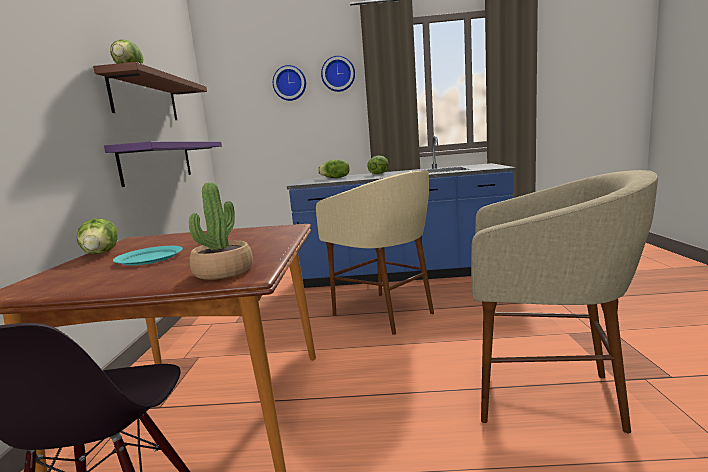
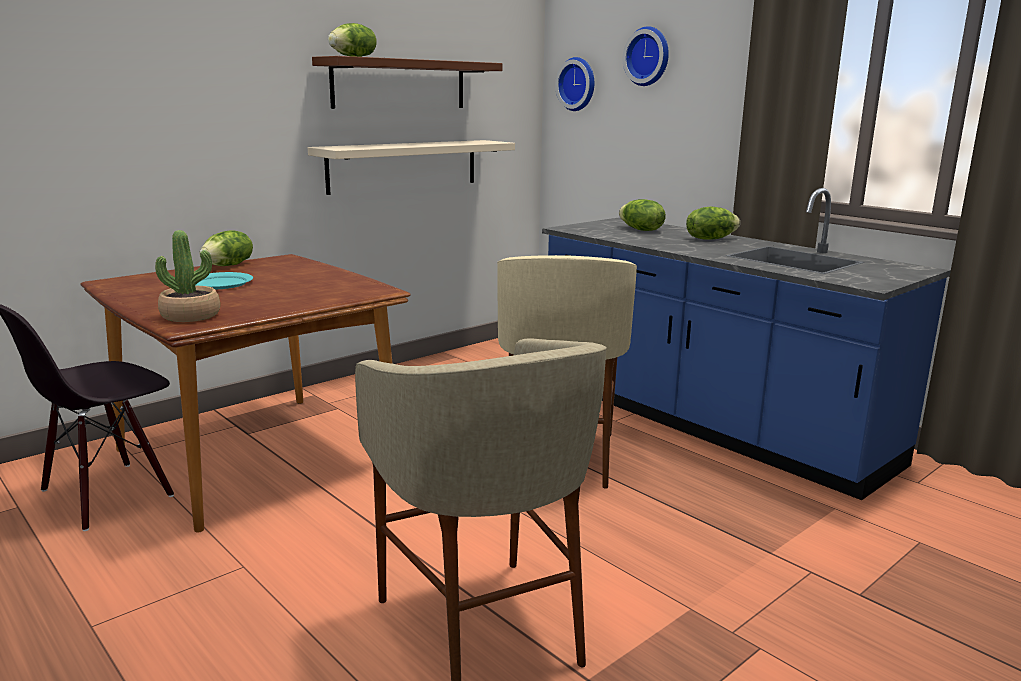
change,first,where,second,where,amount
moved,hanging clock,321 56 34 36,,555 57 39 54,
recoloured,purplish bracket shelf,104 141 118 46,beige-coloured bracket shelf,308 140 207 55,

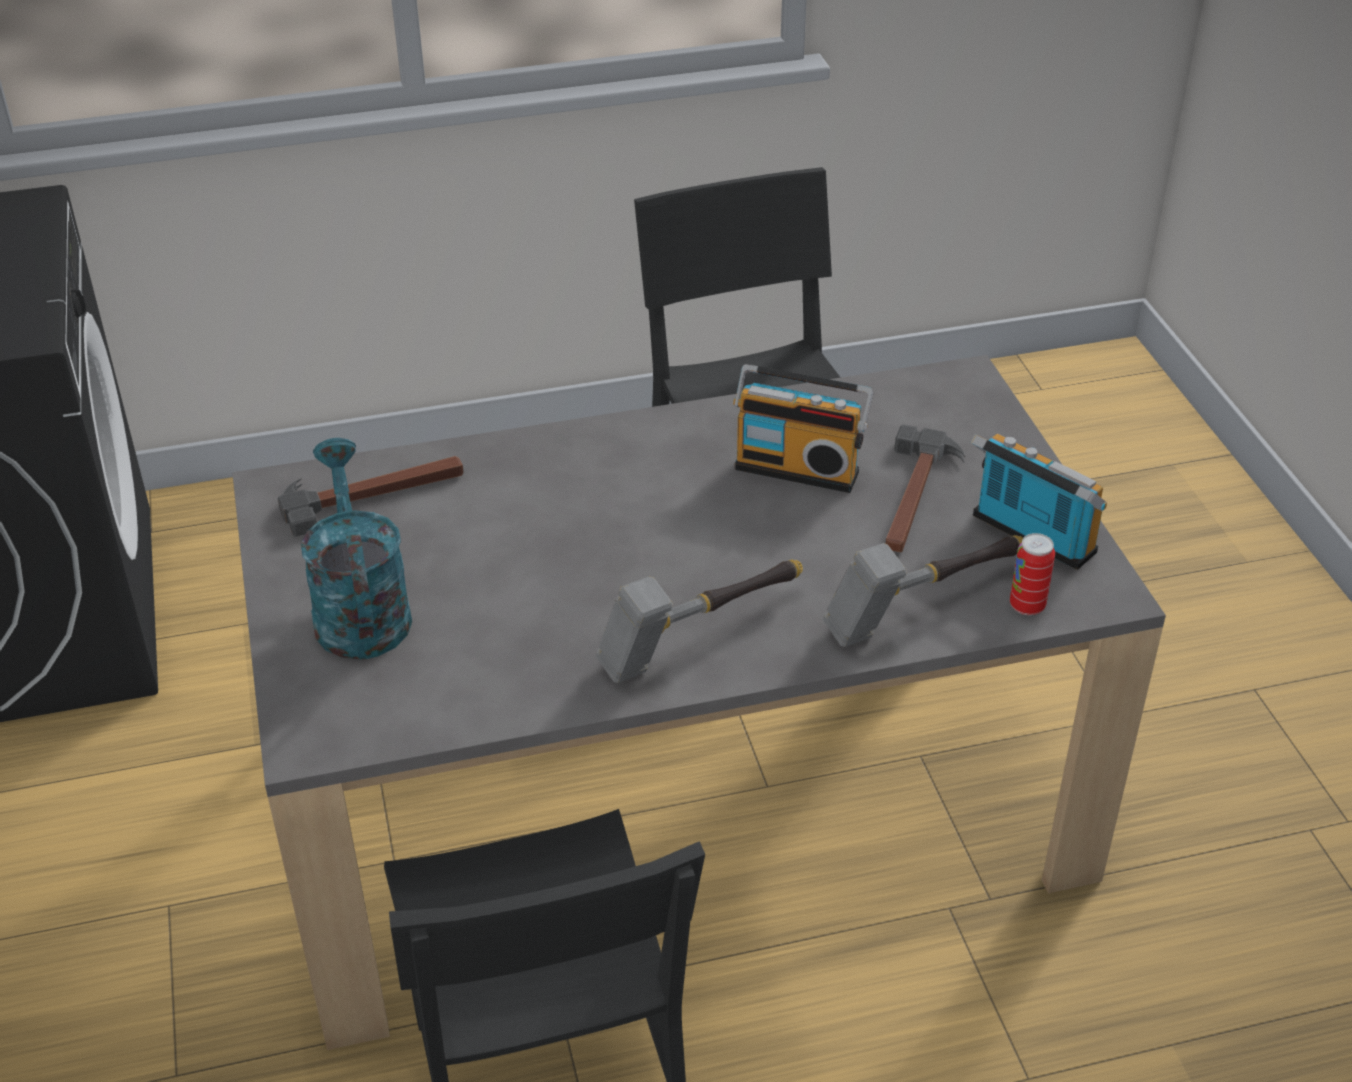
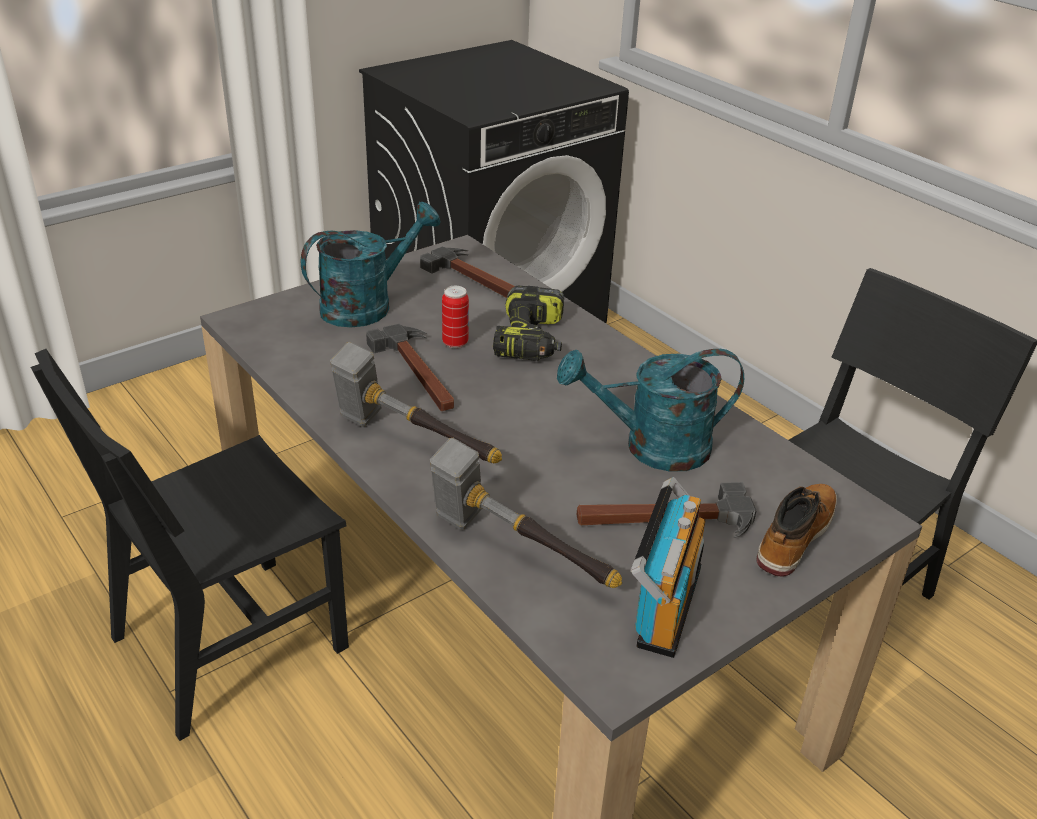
change,first,where,second,where,amount
added,,,hammer,366 324 88 87,
added,,,electric drill,493 286 71 75,
added,,,boot,756 484 81 93,
moved,metal can,1010 533 45 82,,442 286 27 62,
replaced,radio set,733 364 141 129,blue-green watering can,557 349 187 123,

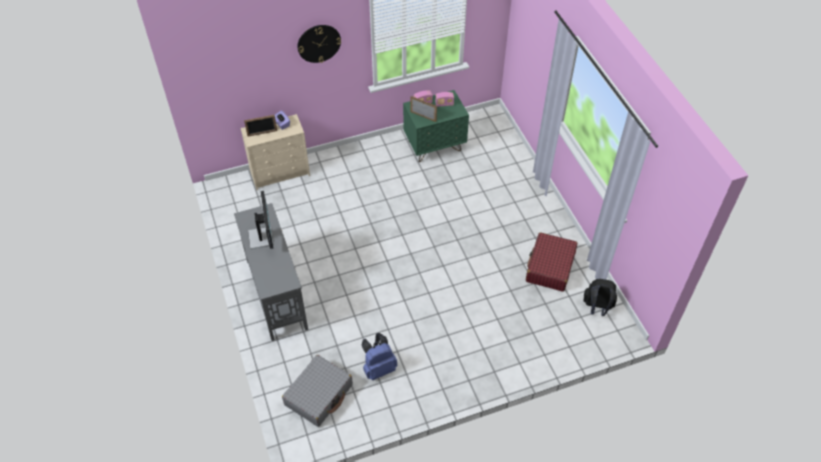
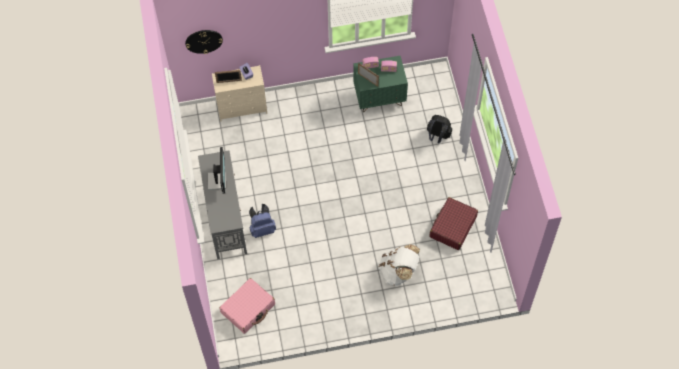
change,first,where,second,where,amount
added,,,white-coloured backpack,379 244 41 42,
moved,hanging clock,297 25 44 38,,185 30 38 24,
moved,blue-coloured backpack,362 333 36 47,,249 204 27 34,
moved,black-coloured backpack,583 279 34 37,,427 115 25 28,
recoloured,gray suitcase,282 355 71 72,pink suitcase,219 278 56 56,

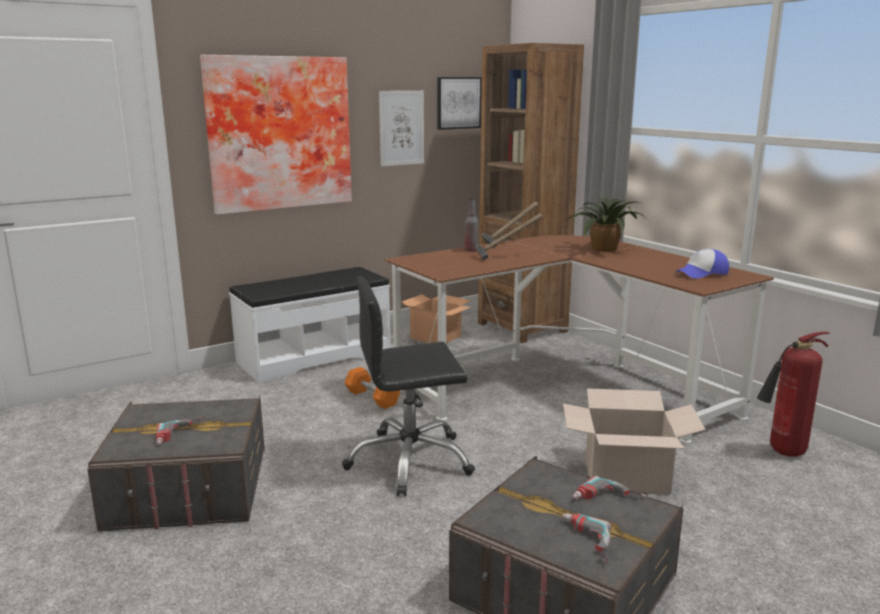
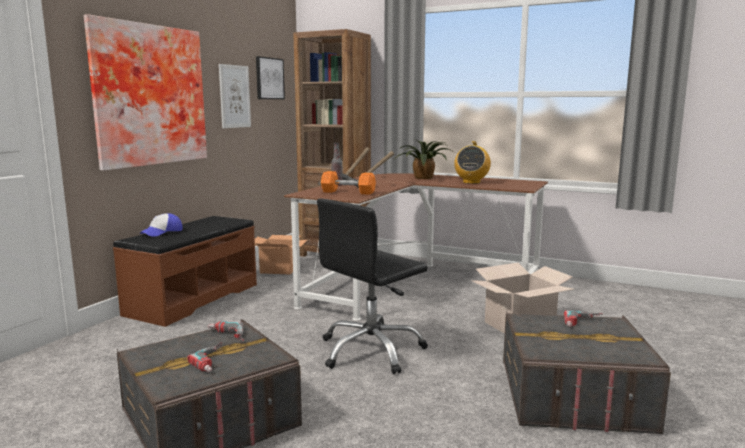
change,first,where,second,where,amount
removed,fire extinguisher,757 332 73 125,,,
added,,,radio set,454 141 37 43,
moved,orangey hand weight,344 367 56 42,,321 171 55 24,
moved,electric drill,562 513 49 51,,208 321 36 21,
moved,cap,675 249 54 30,,140 213 43 24,
recoloured,white-coloured indoor bench,229 267 162 116,brownish indoor bench,113 216 144 111,

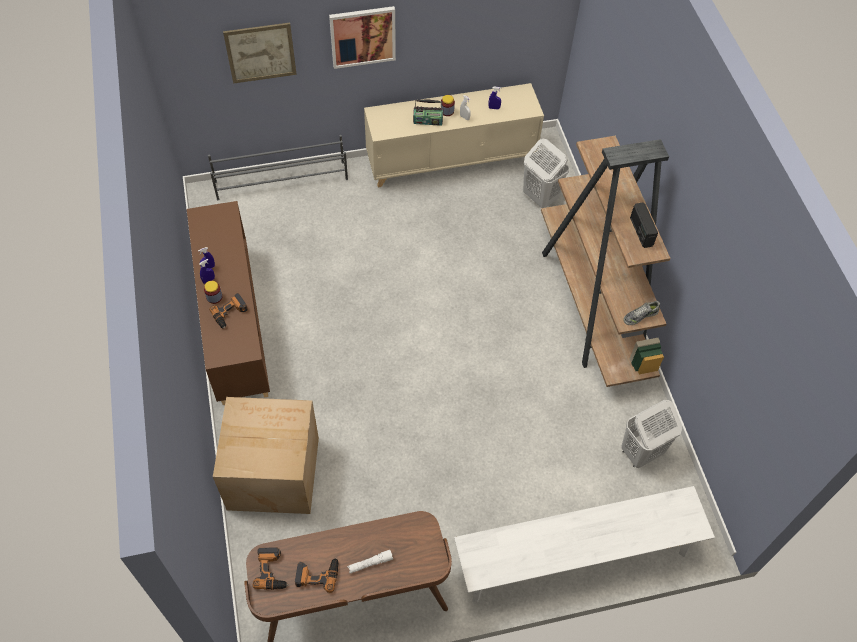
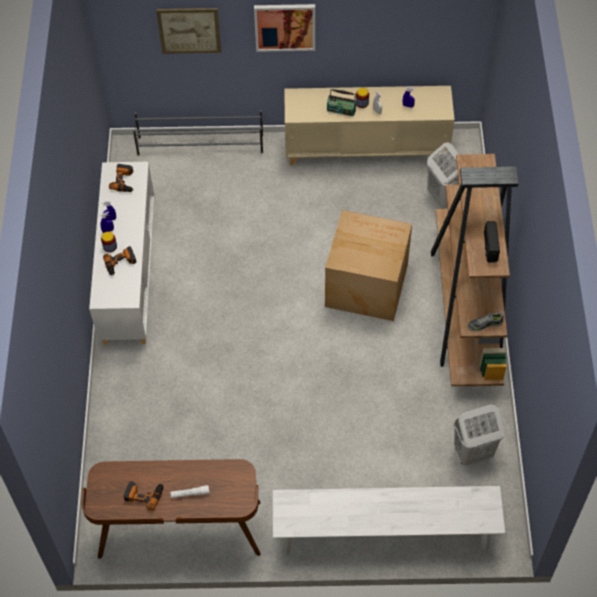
change,first,where,second,where,amount
moved,cardboard box,213 397 106 117,,325 210 87 111,
moved,electric drill,253 547 36 43,,109 164 24 28,
recoloured,brownish cabinet,187 201 83 204,white-coloured cabinet,89 162 66 183,

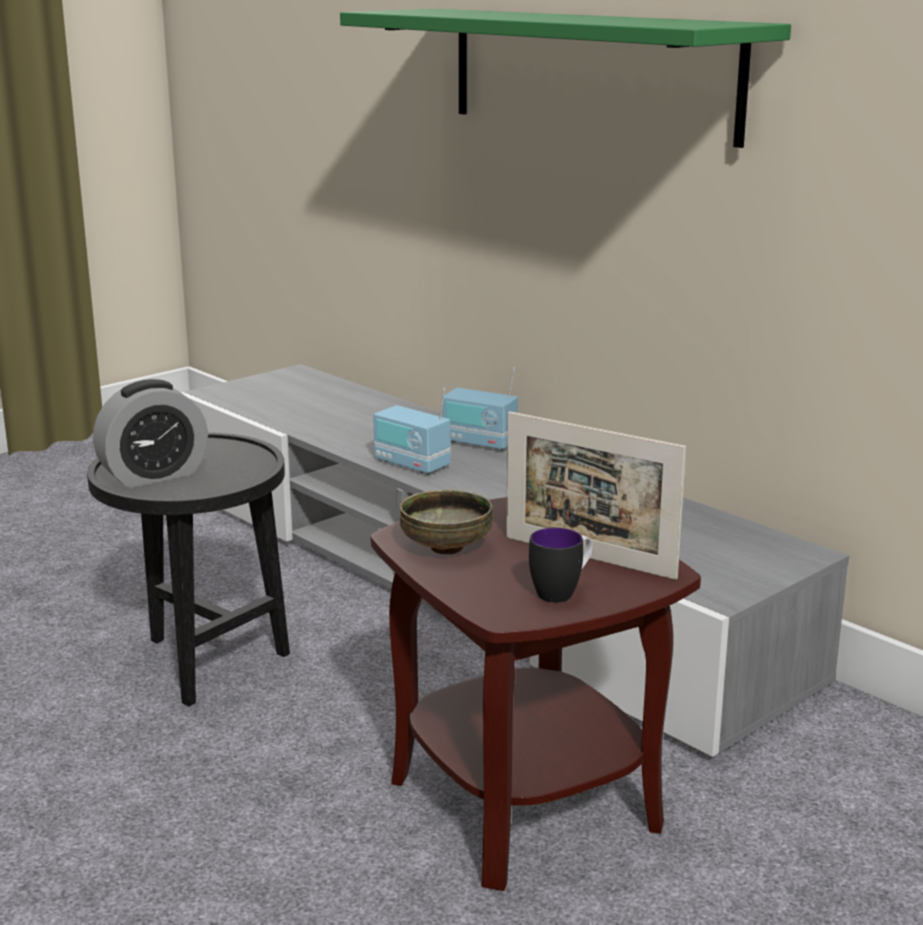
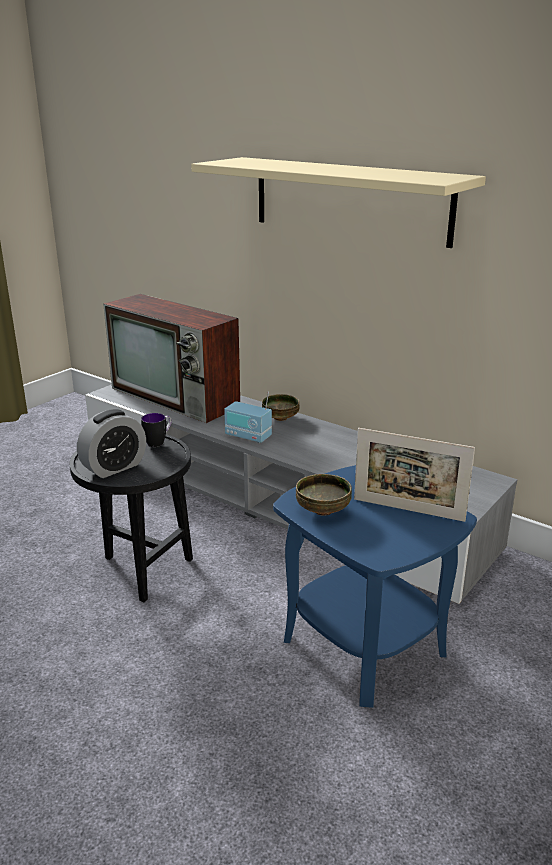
change,first,where,second,where,amount
added,,,television,103 294 137 129,
moved,mug,529 528 64 75,,141 413 31 34,
replaced,radio set,442 367 76 84,deep dish,262 394 37 27,
recoloured,greenish bracket shelf,340 9 451 139,beige-coloured bracket shelf,191 157 295 91,
recoloured,brownish accent table,371 497 330 394,blue-coloured accent table,273 465 204 243,

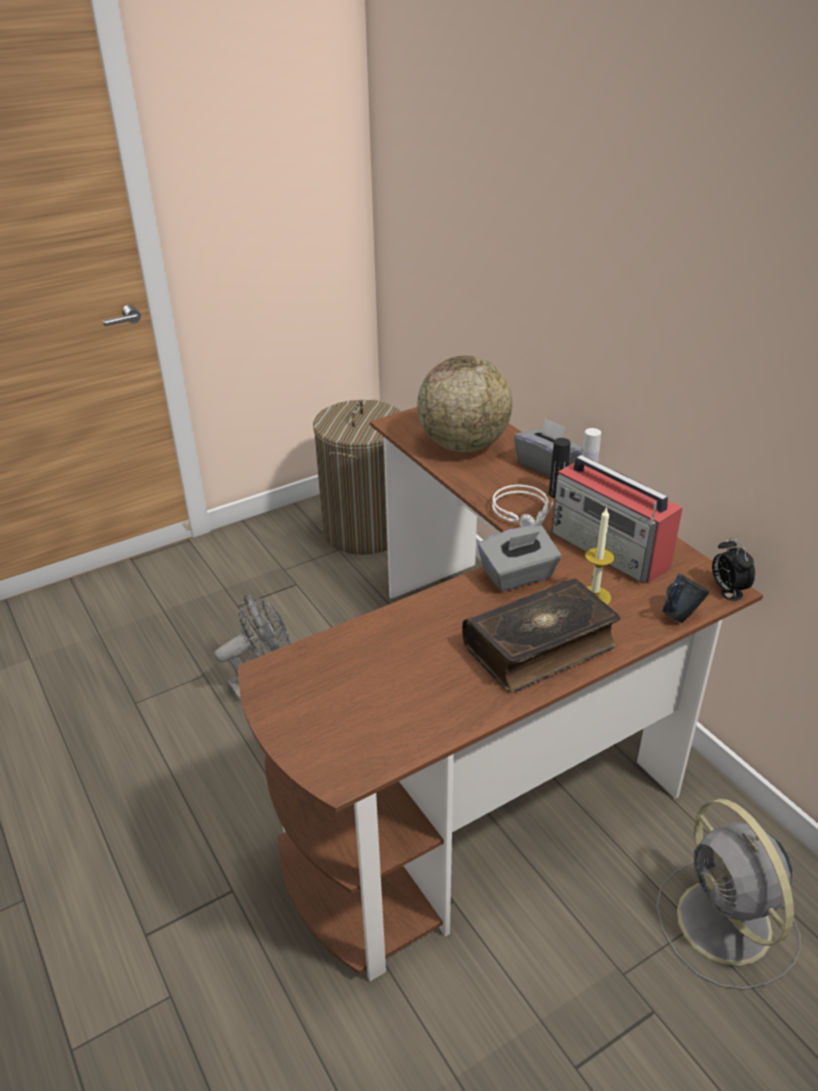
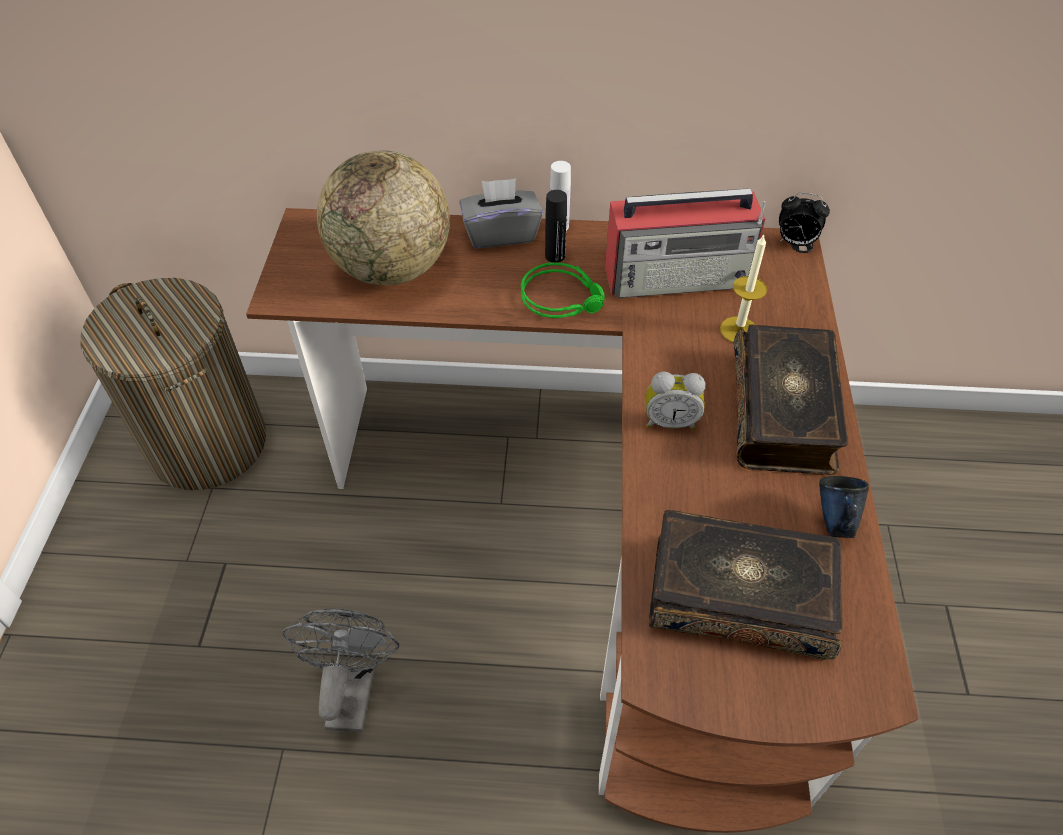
change,first,where,second,where,amount
removed,gray box of tissues,478 525 83 66,,,
removed,gray fan,656 799 145 191,,,
added,,,bedside clock,646 372 59 58,
added,,,book,649 510 193 150,
moved,blue-coloured mug,662 574 48 49,,819 476 50 62,
recoloured,gray pair of headphones,492 485 61 42,greenish pair of headphones,521 262 84 56,

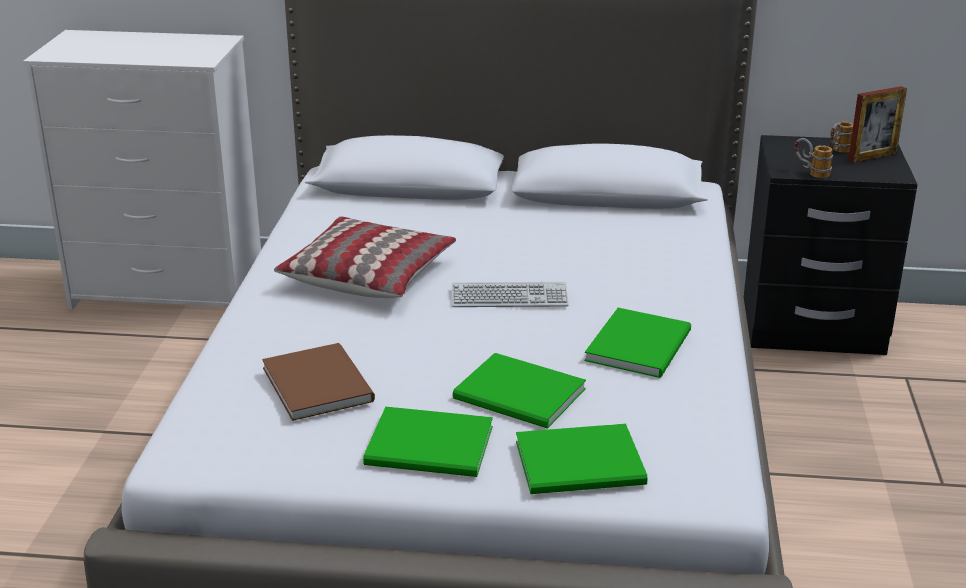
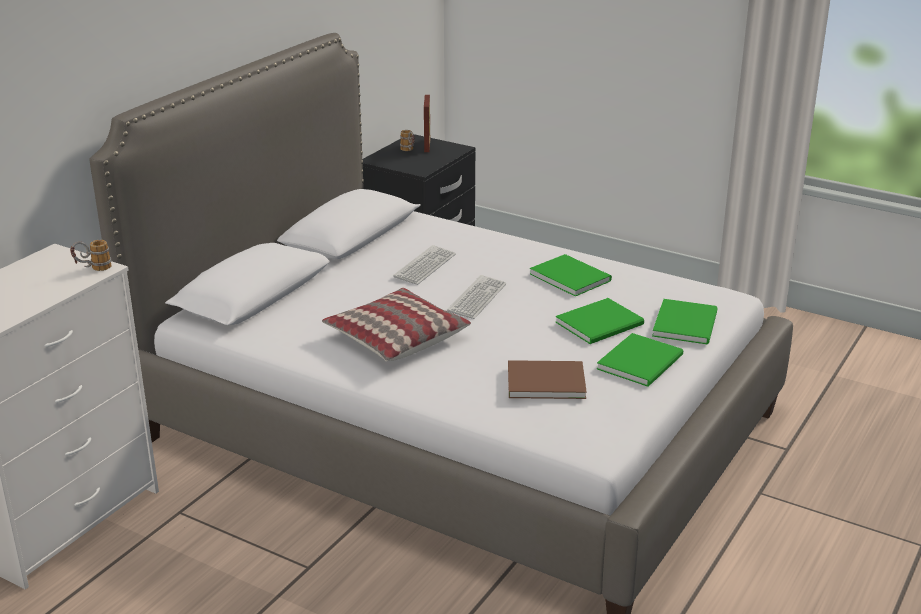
change,first,where,second,where,amount
added,,,keyboard,393 245 63 40,
moved,mug,794 138 39 40,,70 240 42 31,

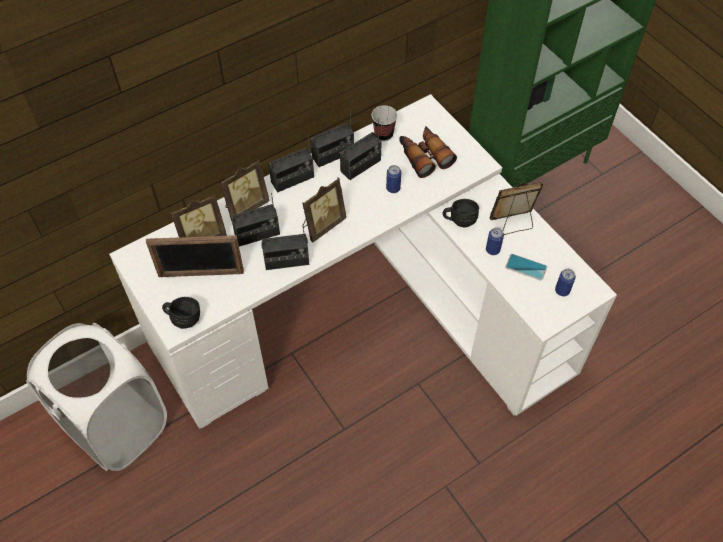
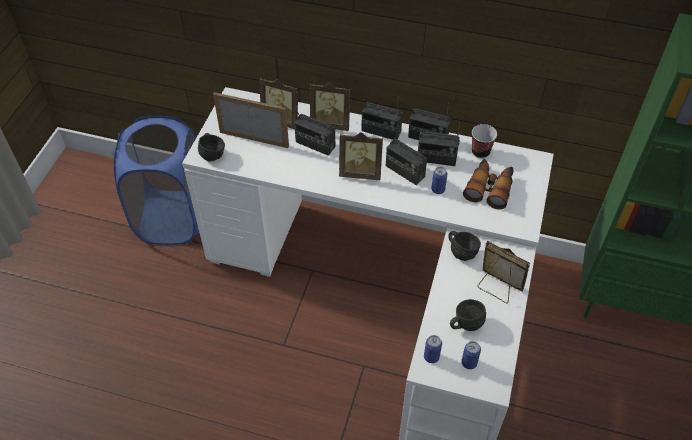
change,first,where,second,where,amount
moved,radio set,261 227 48 43,,386 138 41 47,
moved,metal can,486 227 18 28,,424 335 18 28,
replaced,phone,505 254 42 26,black-coloured mug,450 299 36 32,
recoloured,white-coloured laundry basket,26 323 141 148,blue-coloured laundry basket,113 116 87 129,
turned,standing frame,146 235 98 42,,213 92 76 56,150 degrees clockwise

